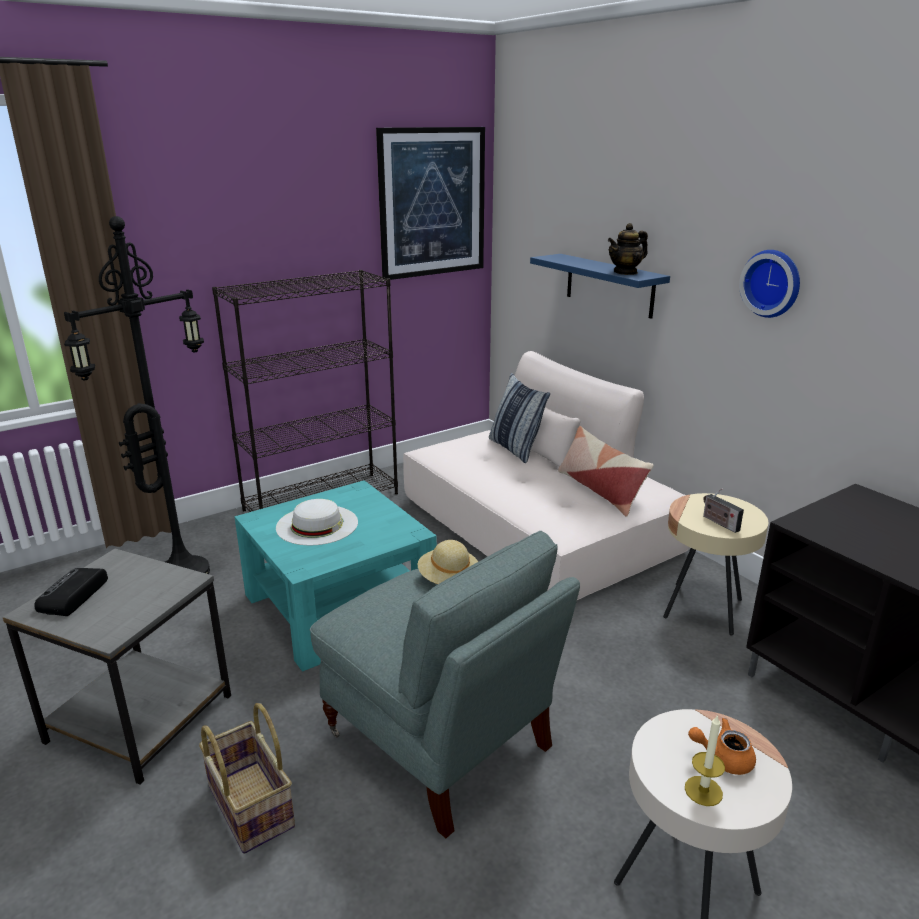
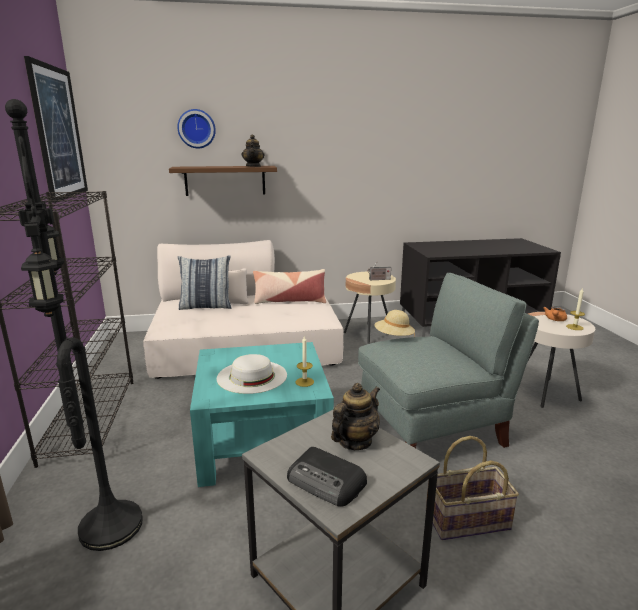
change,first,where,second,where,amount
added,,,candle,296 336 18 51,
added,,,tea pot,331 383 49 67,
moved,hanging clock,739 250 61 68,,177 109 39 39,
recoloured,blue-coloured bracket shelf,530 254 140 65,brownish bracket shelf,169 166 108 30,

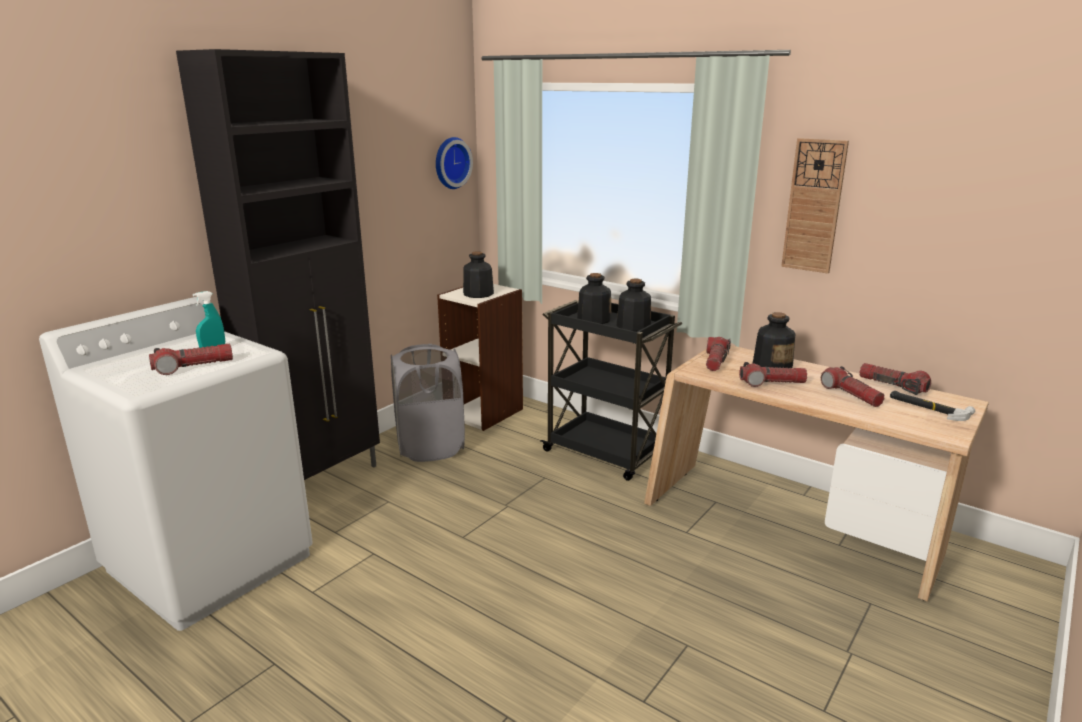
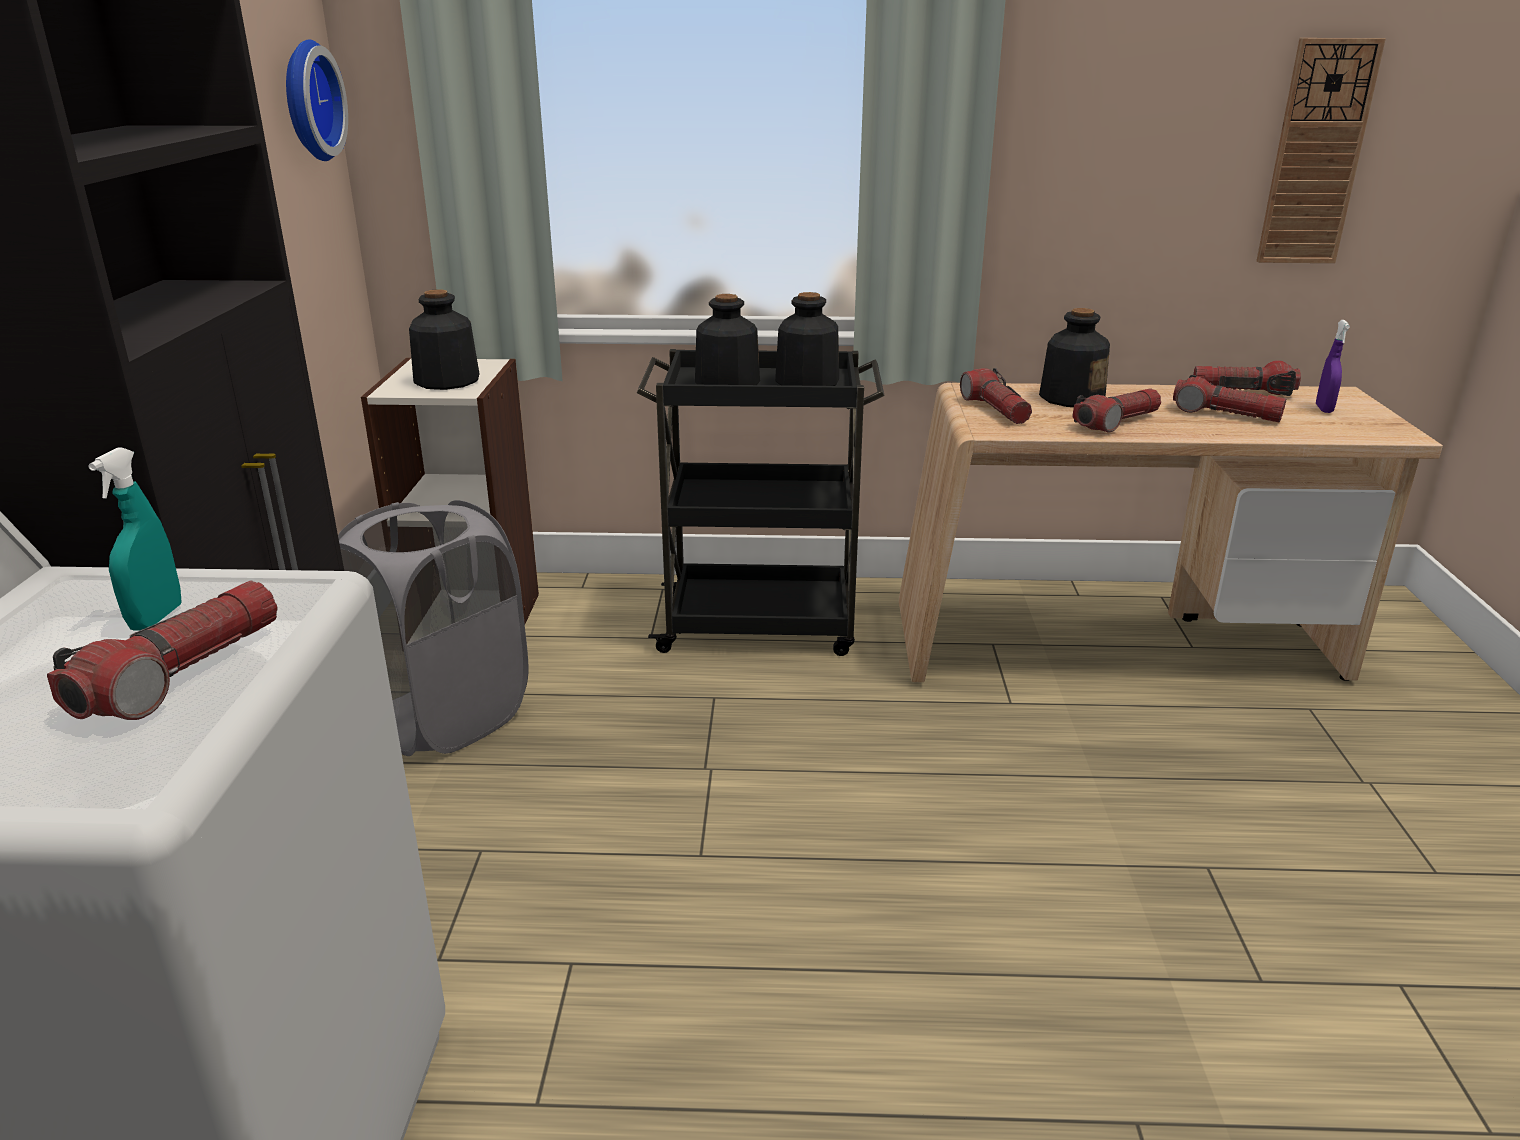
change,first,where,second,where,amount
moved,hanging clock,781 138 68 135,,1256 38 130 225,
replaced,hammer,890 391 85 30,purplish hand sprayer,1316 320 34 93,

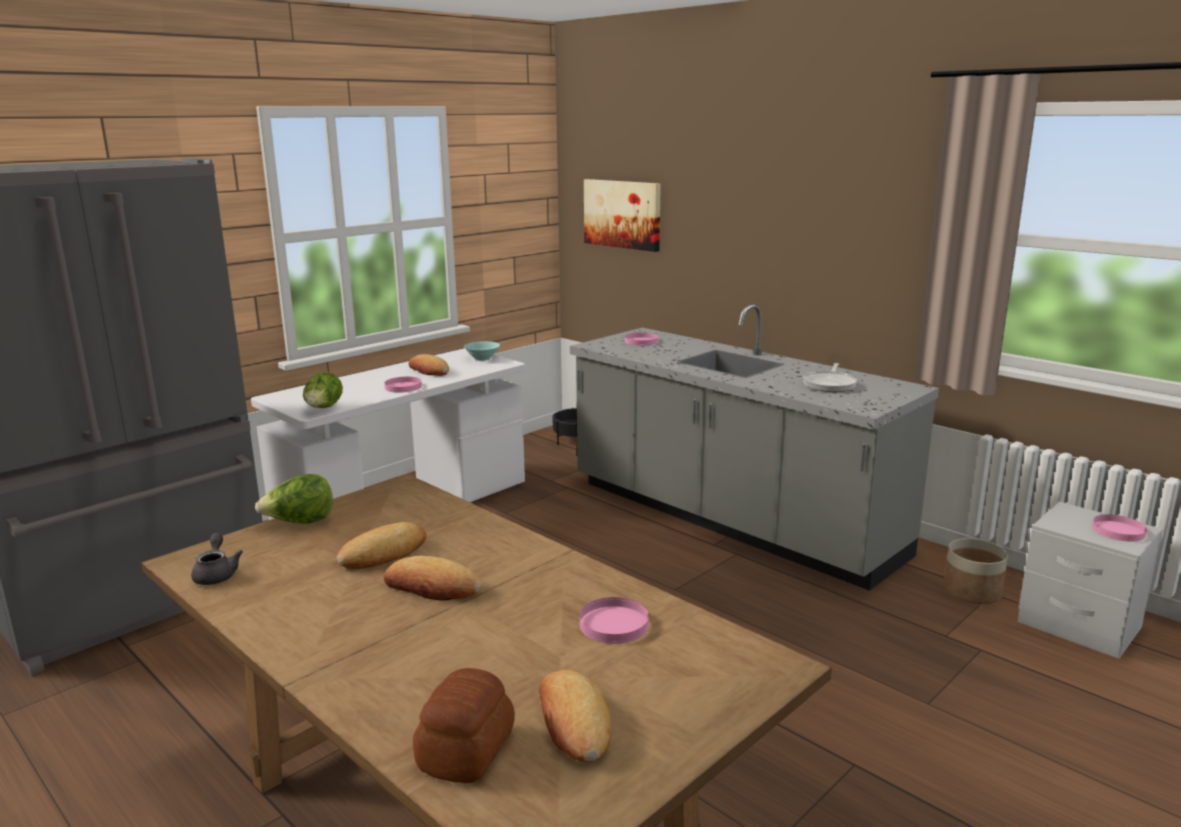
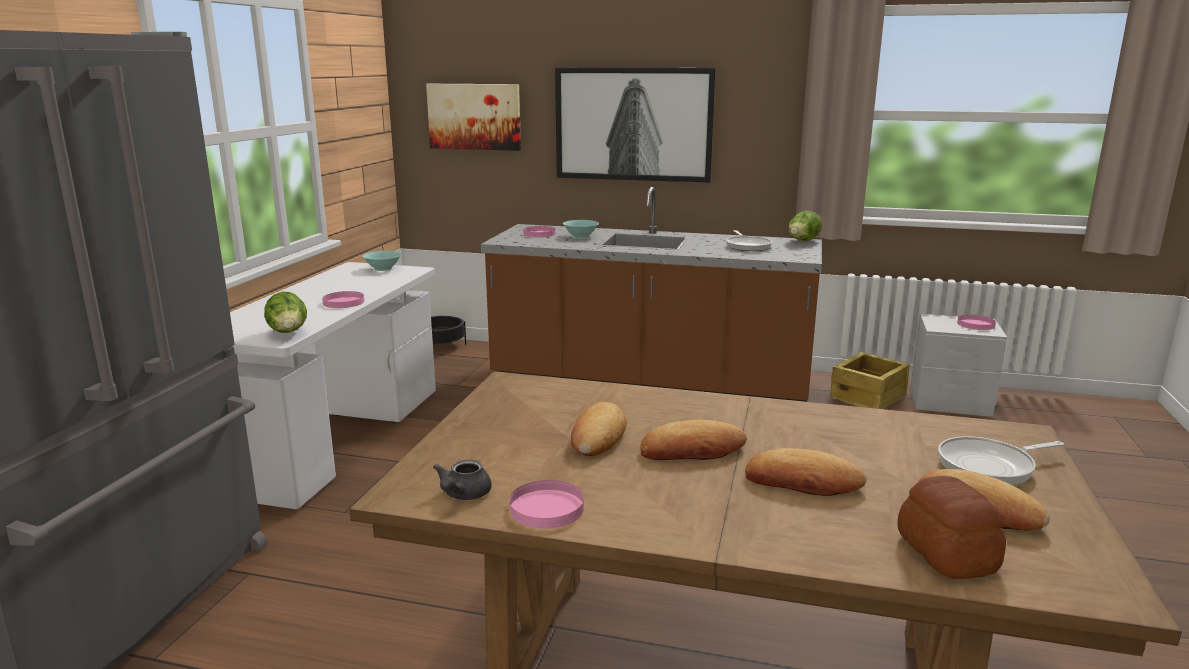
change,first,where,second,where,amount
added,,,wall picture,555 68 161 114,
added,,,blue-green deep dish,563 220 36 18,
added,,,skillet,938 436 126 49,
moved,lettuce,255 474 78 50,,788 210 34 31,
moved,bread,409 354 40 22,,745 448 122 48,
moved,pink plate,580 597 69 47,,509 480 75 49,
replaced,plant pot,944 538 64 66,shipping crate,830 352 80 57,
recoloured,gray kitchen counter,570 304 369 287,brownish kitchen counter,481 187 341 215,
turned,gray tea pot,191 533 52 52,,433 459 59 41,120 degrees counterclockwise

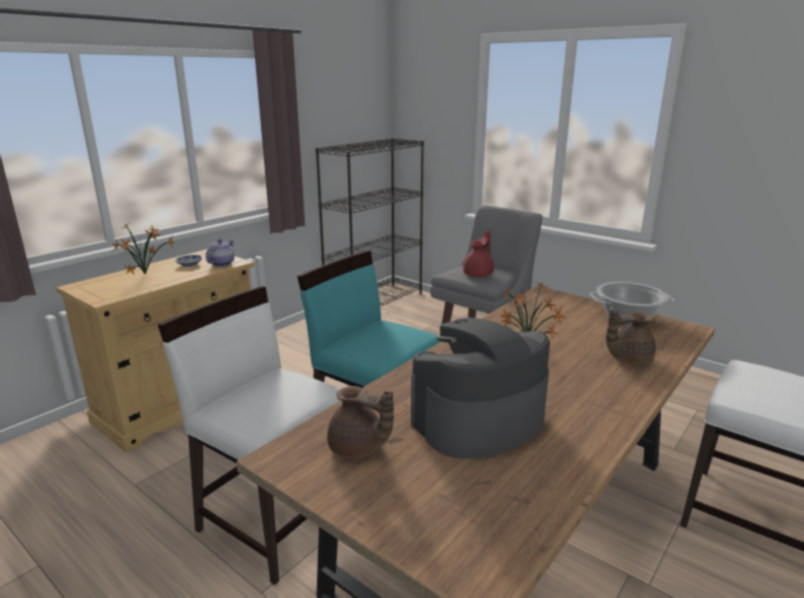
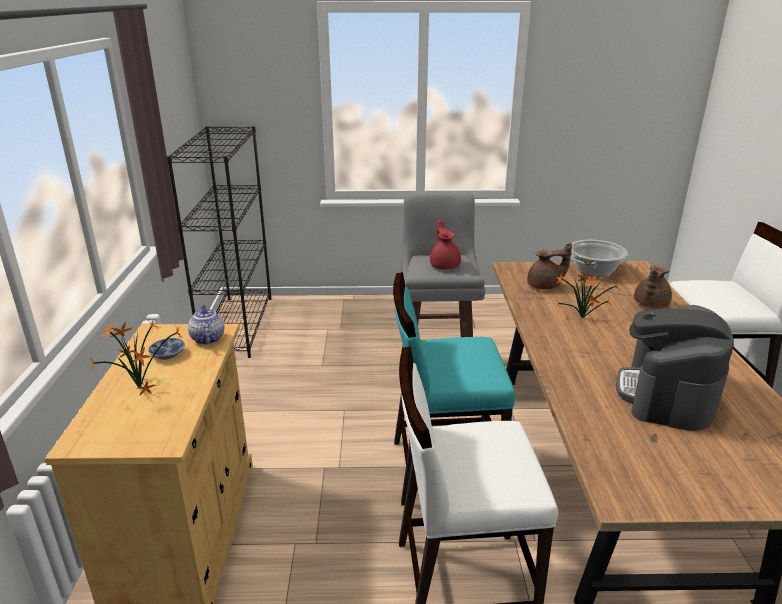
change,first,where,second,where,amount
moved,brownish tea pot,327 386 67 72,,527 243 45 47,

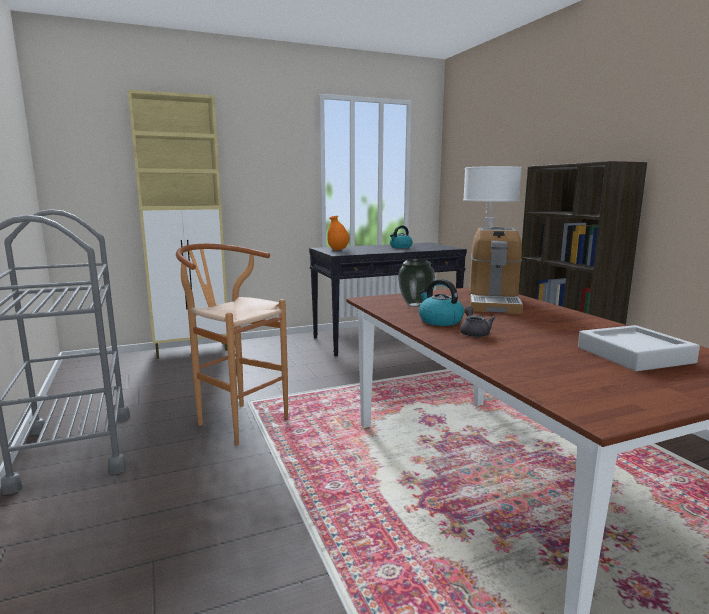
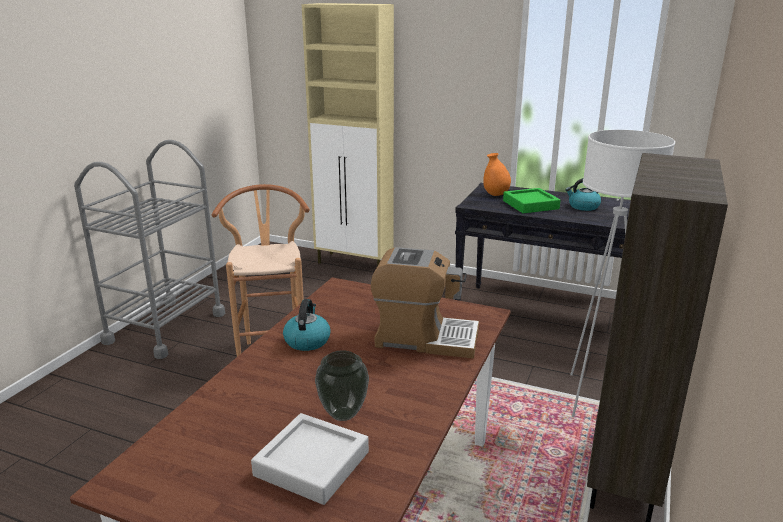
change,first,where,second,where,amount
removed,gray tea pot,460 306 35 31,,,
added,,,greenish carrying tray,503 188 58 25,
moved,decorative vase,398 259 37 48,,315 350 54 71,
turned,coffee maker,469 227 54 87,,371 247 108 111,135 degrees counterclockwise

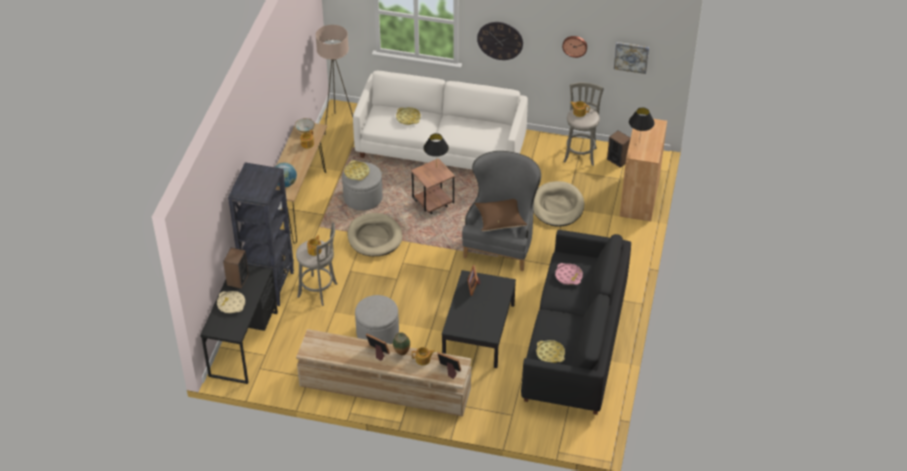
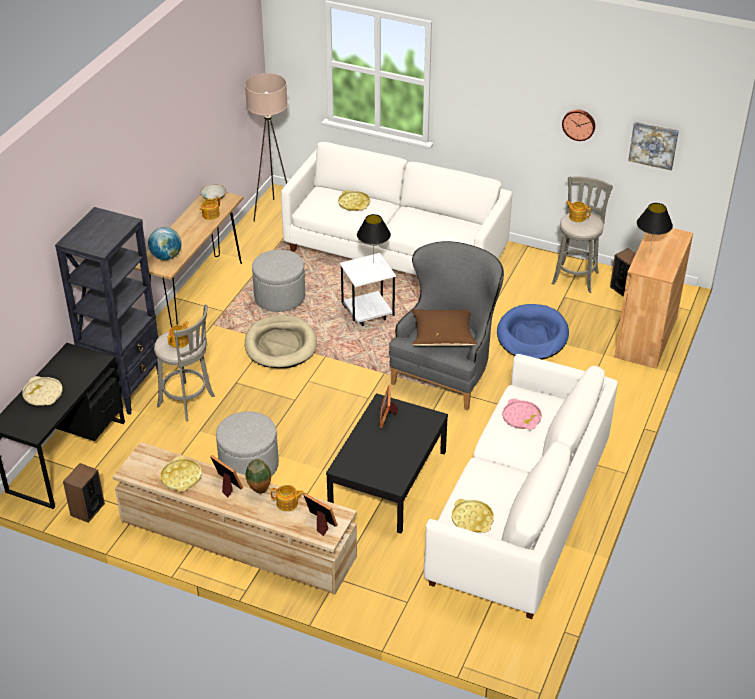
change,first,where,second,where,amount
removed,hanging clock,477 22 46 38,,,
moved,audio speaker,223 248 26 41,,63 463 42 60,
moved,yellowish carrying tray,344 160 25 21,,160 456 42 36,
recoloured,brownish accent table,411 158 44 56,white-coloured accent table,340 253 56 73,
recoloured,black-coloured couch,521 230 110 185,white-coloured couch,424 354 194 265,
recoloured,beige-coloured pet bed,533 181 51 46,blue-coloured pet bed,497 304 72 56,

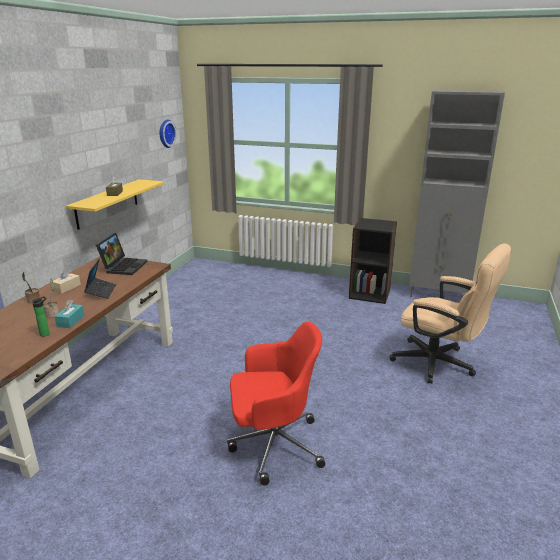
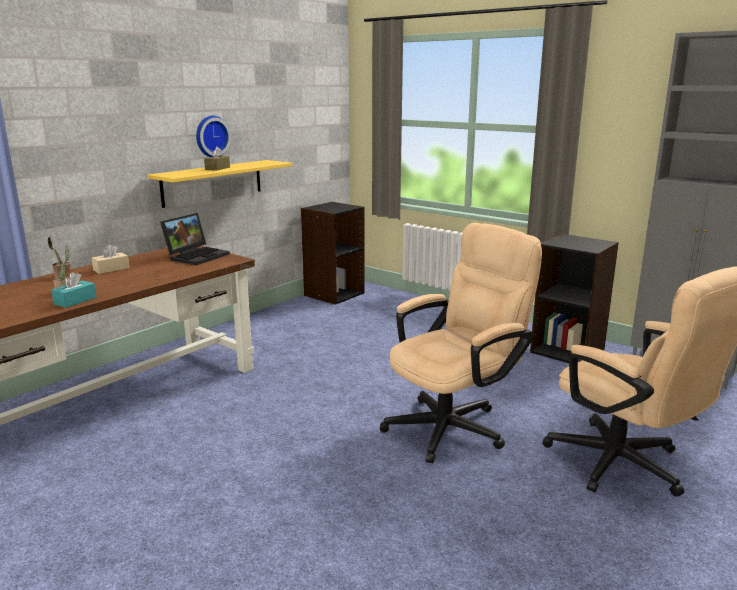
change,first,where,second,where,amount
removed,drink bottle,32 296 18 41,,,
removed,laptop,84 259 32 40,,,
removed,red-coloured office chair,227 322 98 163,,,
added,,,black-coloured bookcase,301 202 64 103,
added,,,beige-coloured office chair,380 223 162 240,
moved,hanging clock,159 120 18 28,,196 115 35 42,

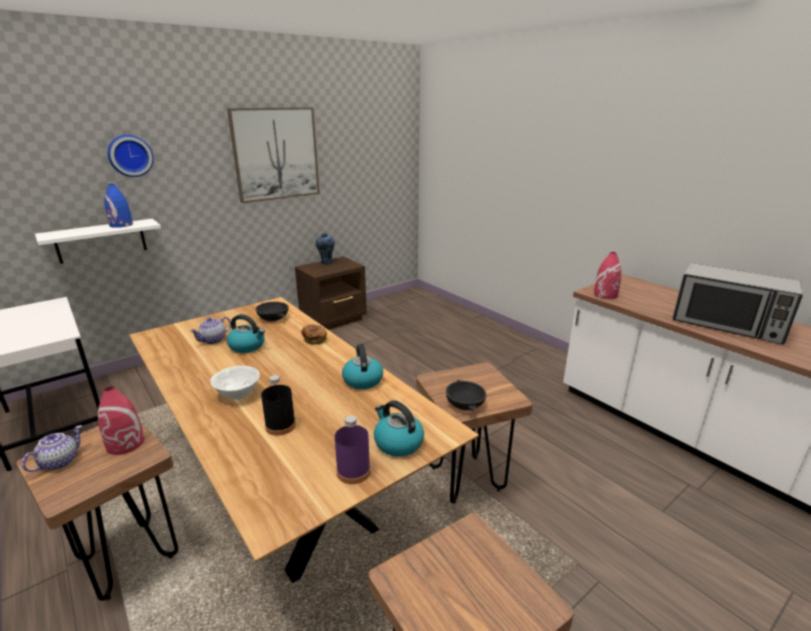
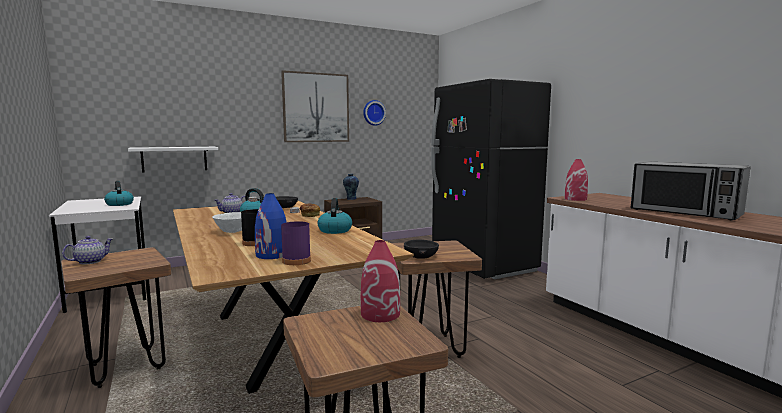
change,first,where,second,where,amount
added,,,black-coloured kitchen fridge,431 79 120 200,
moved,red-coloured decorative vase,98 386 47 69,,361 240 39 82,
moved,blue-coloured decorative vase,105 184 28 44,,255 193 31 66,
moved,hanging clock,108 135 45 42,,363 100 23 26,
moved,tea kettle,374 400 50 57,,104 181 30 25,

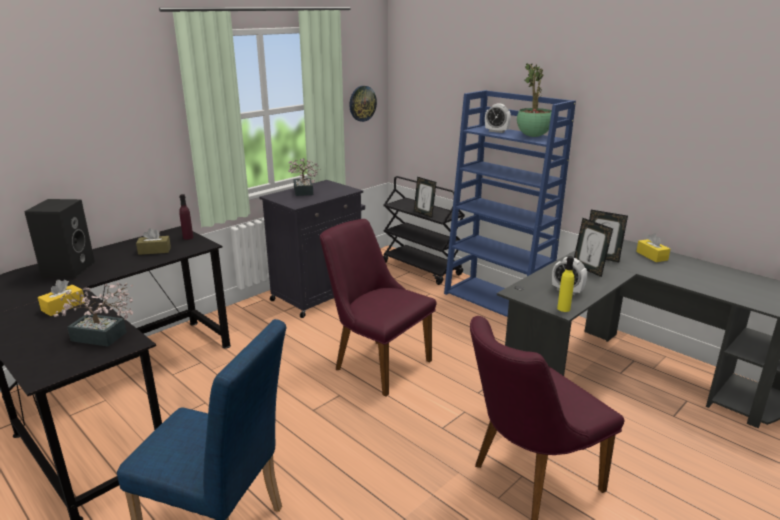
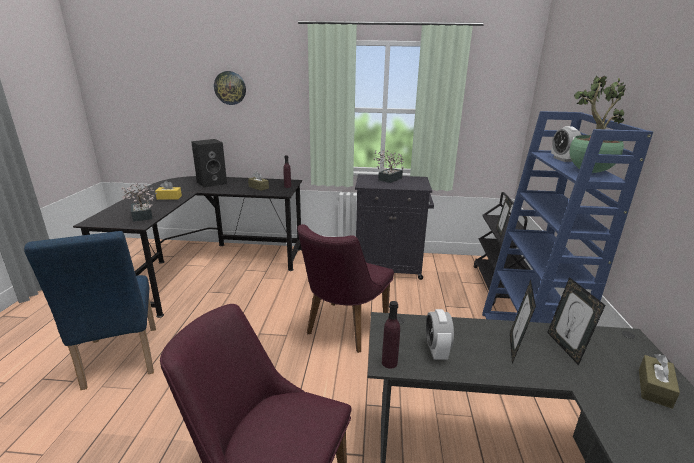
change,first,where,second,where,amount
moved,hanging clock,349 86 28 36,,214 71 32 34,
recoloured,yellowish drink bottle,557 256 17 56,purplish drink bottle,382 301 18 68,
recoloured,yellowish box of tissues,636 233 34 29,brownish box of tissues,639 354 41 55,
turned,purplish chair,320 219 116 177,,297 224 97 129,150 degrees counterclockwise

